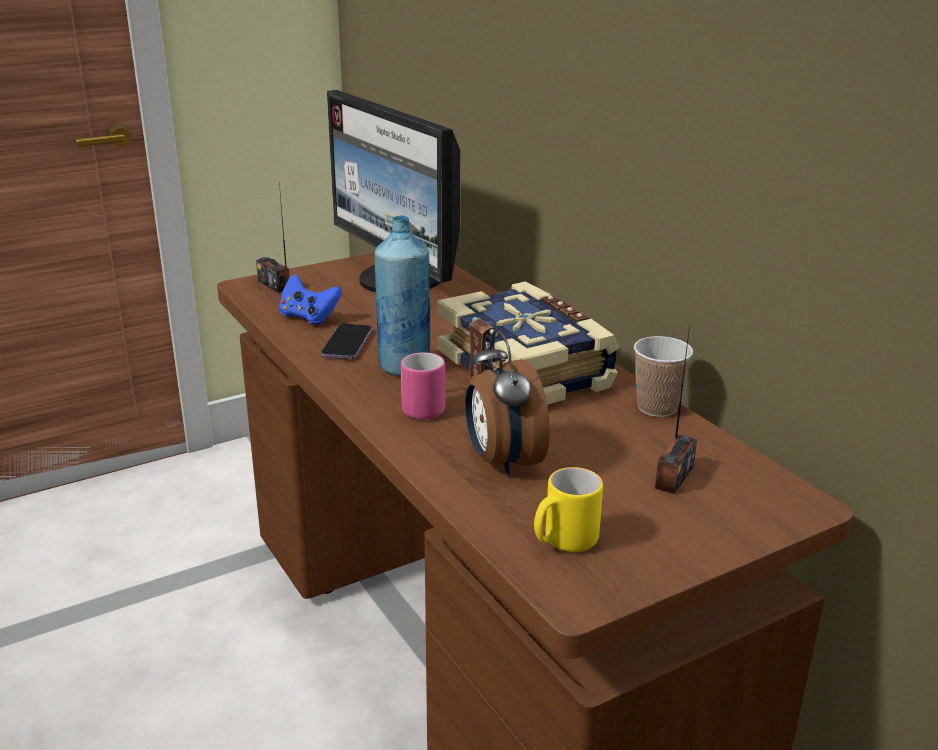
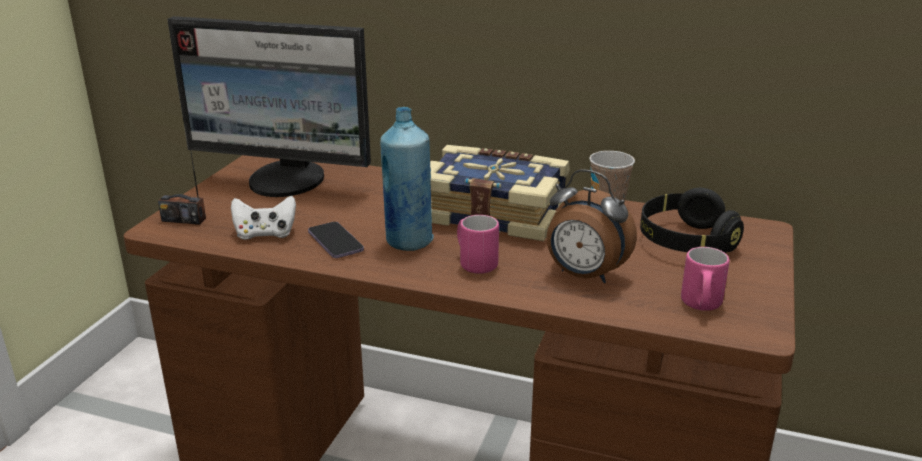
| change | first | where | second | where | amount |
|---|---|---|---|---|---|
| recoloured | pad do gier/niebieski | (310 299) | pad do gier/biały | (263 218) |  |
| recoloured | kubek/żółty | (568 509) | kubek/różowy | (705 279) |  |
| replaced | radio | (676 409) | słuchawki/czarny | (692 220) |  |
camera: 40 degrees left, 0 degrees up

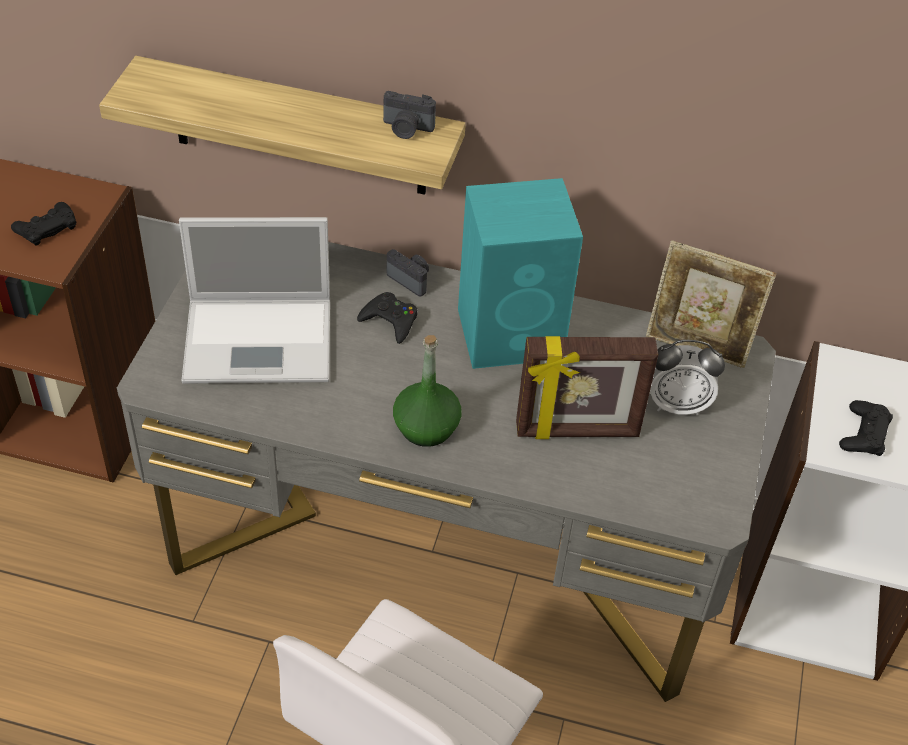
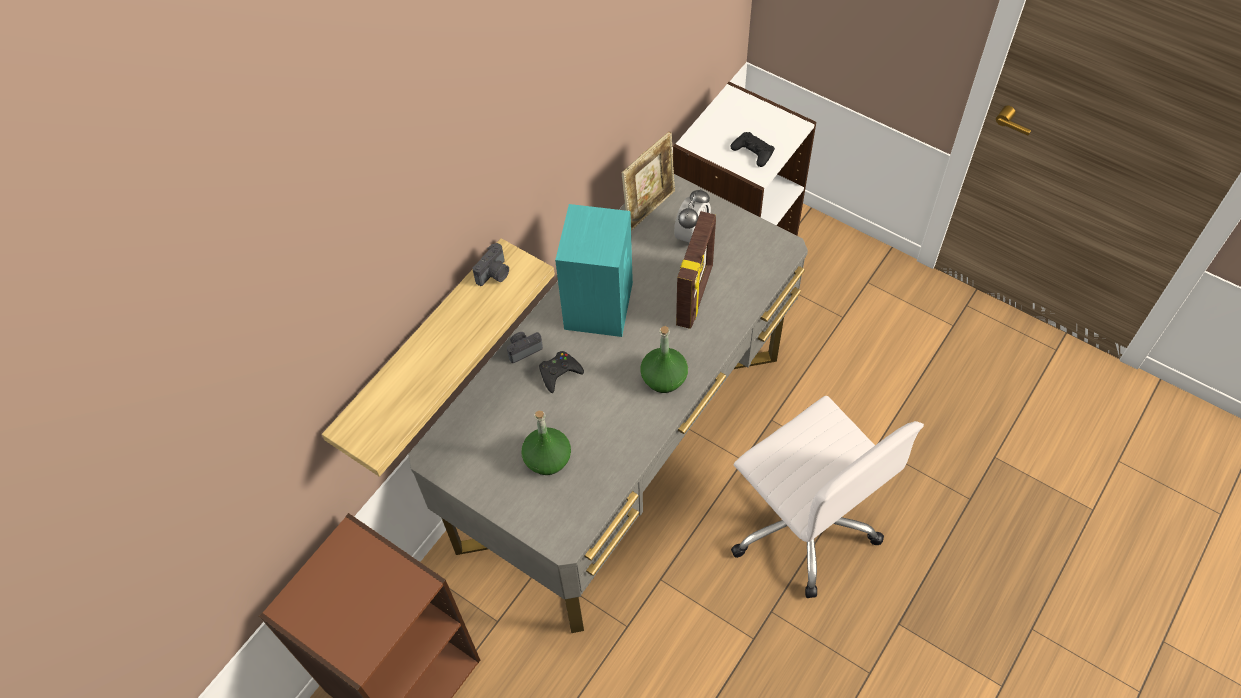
| change | first | where | second | where | amount |
|---|---|---|---|---|---|
| removed | pad do gier/czarny | (43 224) |  |  |  |
| replaced | laptop | (254 300) | butelka/zielony | (546 443) |  |
camera: 65 degrees left, 10 degrees up

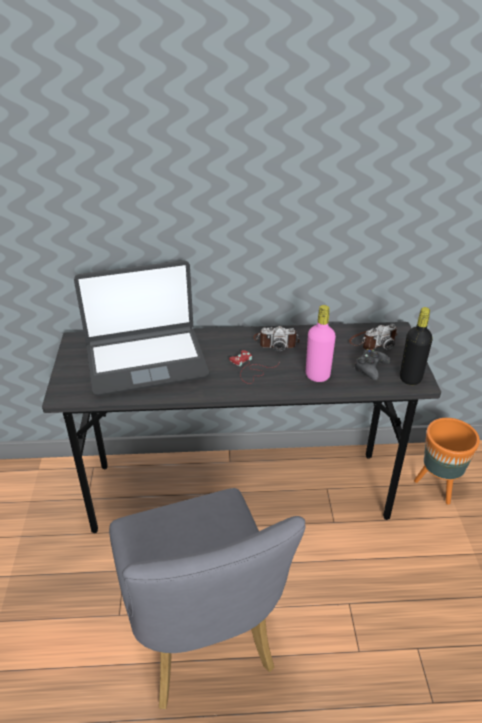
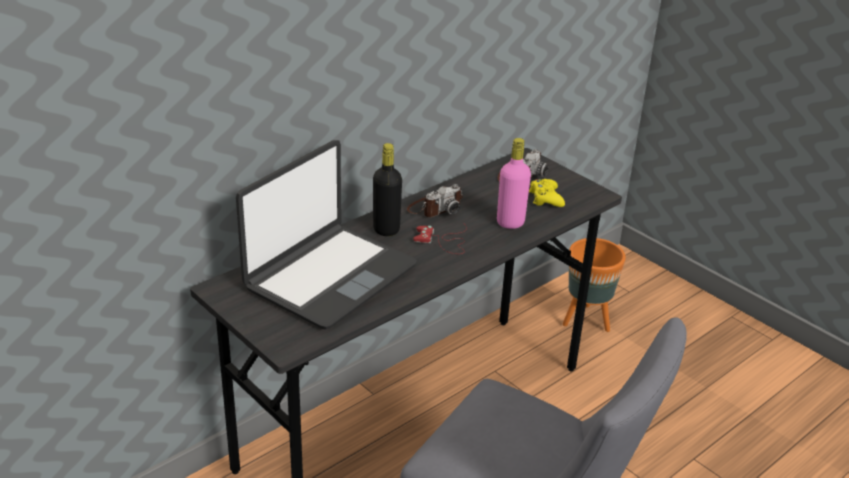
| change | first | where | second | where | amount |
|---|---|---|---|---|---|
| recoloured | pad do gier/czarny | (372 364) | pad do gier/żółty | (547 193) |  |
| moved | butelka/czarny | (416 346) |  | (387 189) |  |
camera: 40 degrees left, 5 degrees down

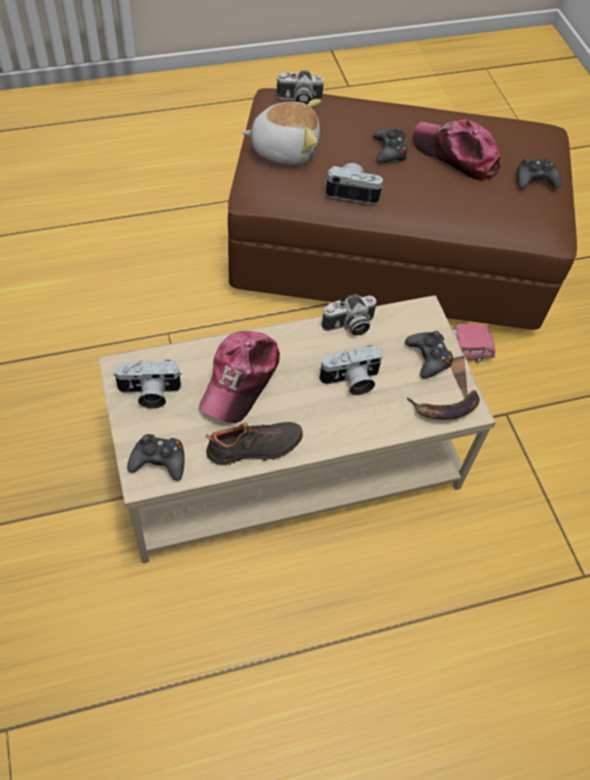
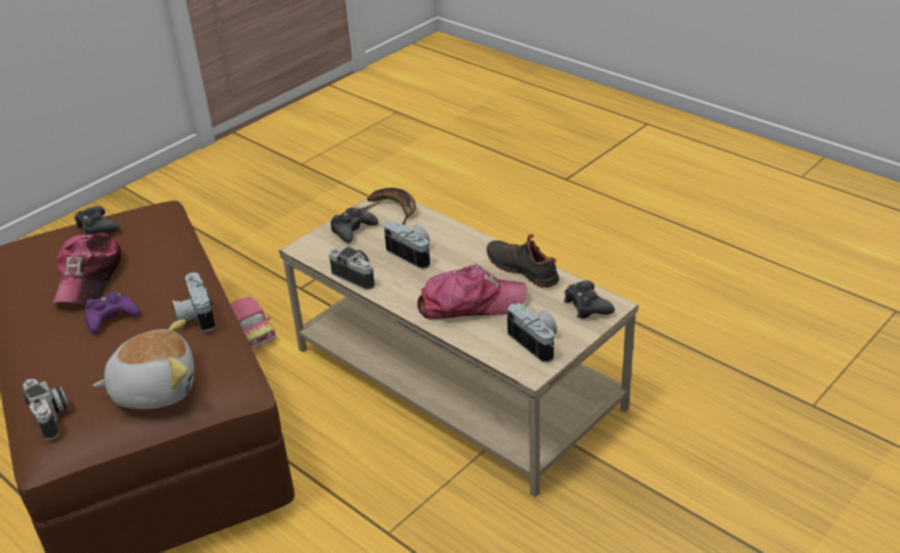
| change | first | where | second | where | amount |
|---|---|---|---|---|---|
| turned | pluszak | (281 132) |  | (143 364) | 105 degrees clockwise |
| recoloured | pad do gier/czarny | (390 145) | pad do gier/fioletowy | (112 312) |  |
camera: 115 degrees left, 20 degrees down

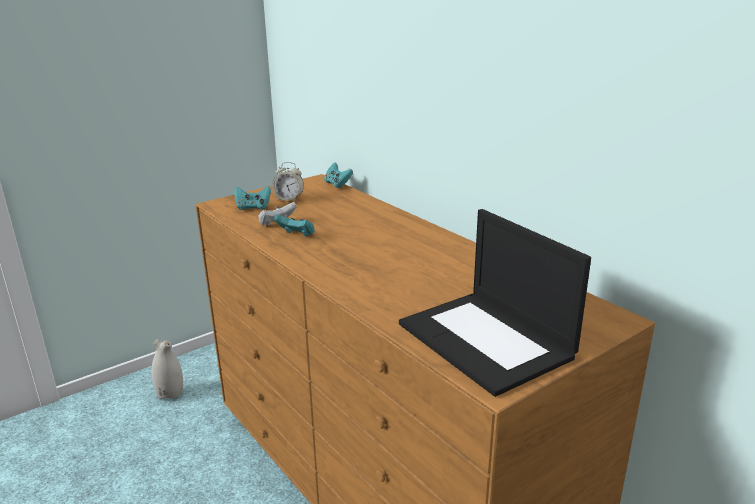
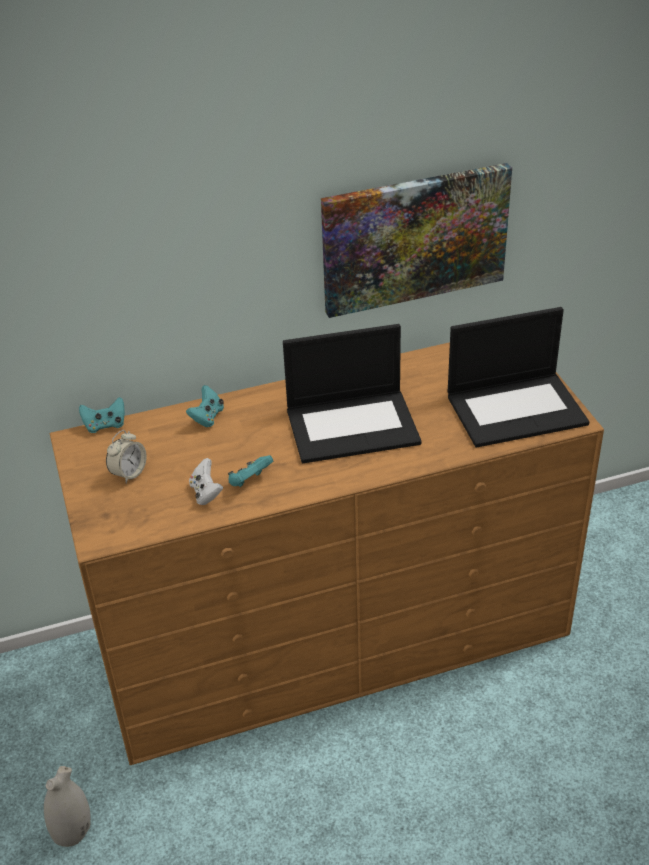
| change | first | where | second | where | amount |
|---|---|---|---|---|---|
| moved | pad do gier/turkusowy | (252 198) |  | (205 406) |  |
| added |  |  | laptop | (352 393) |  |
| added |  |  | obraz | (416 240) |  |
camera: 70 degrees left, 15 degrees up

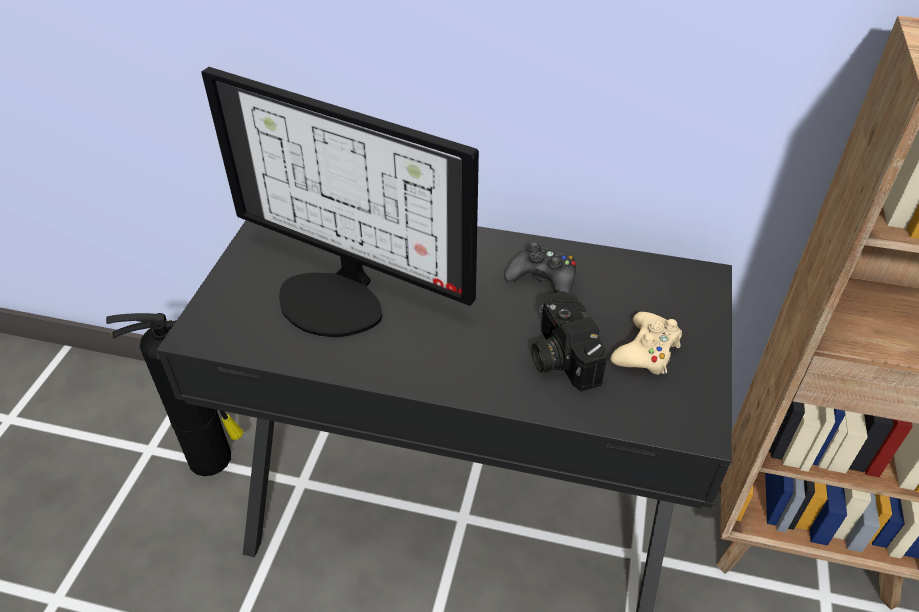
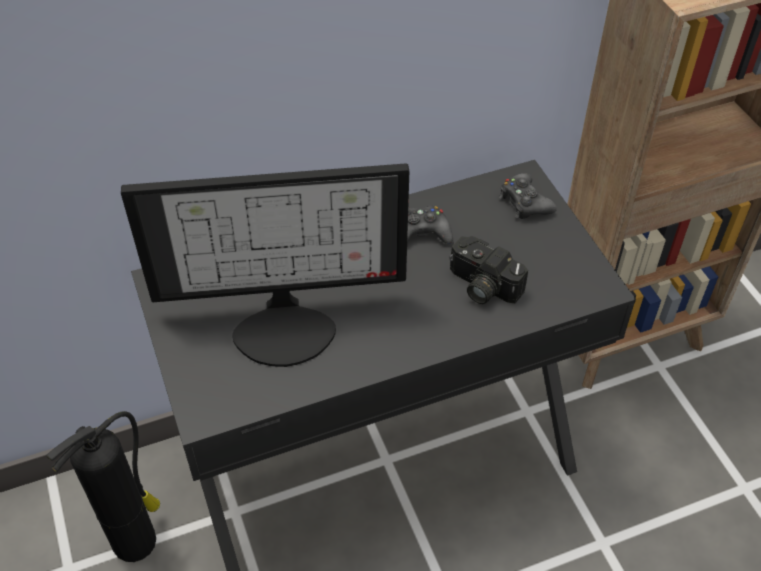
| change | first | where | second | where | amount |
|---|---|---|---|---|---|
| removed | pad do gier/beżowy | (646 343) |  |  |  |
| added |  |  | pad do gier/czarny | (528 196) |  |
camera: 35 degrees left, 5 degrees up

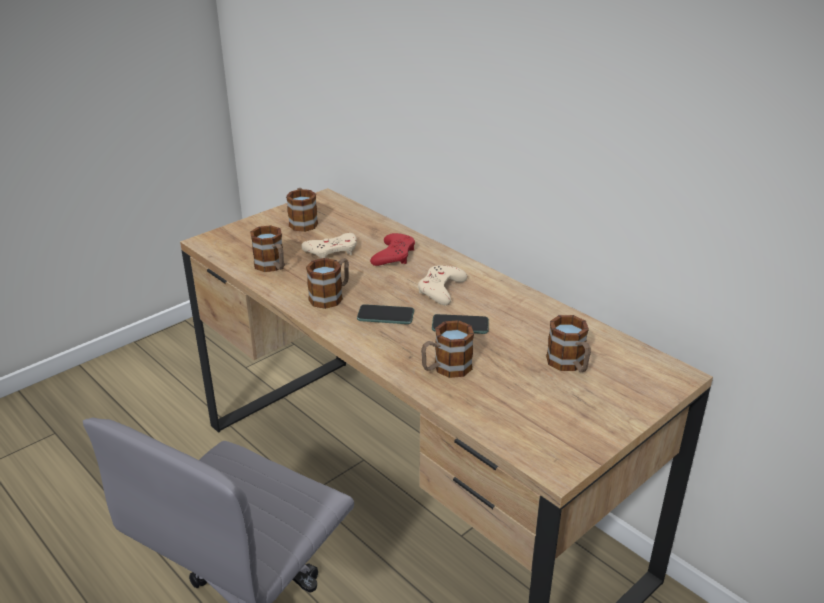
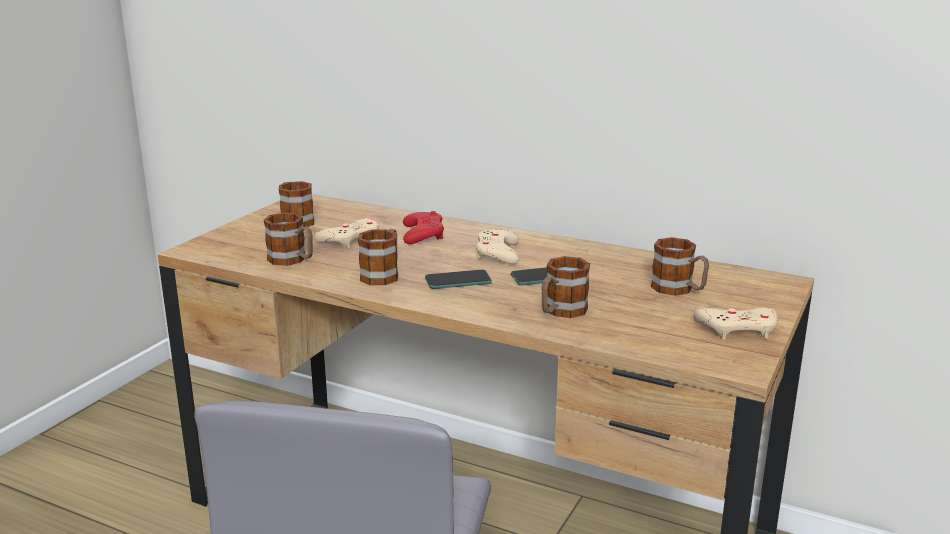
| change | first | where | second | where | amount |
|---|---|---|---|---|---|
| added |  |  | pad do gier/beżowy | (736 323) |  |
camera: 20 degrees left, 10 degrees down

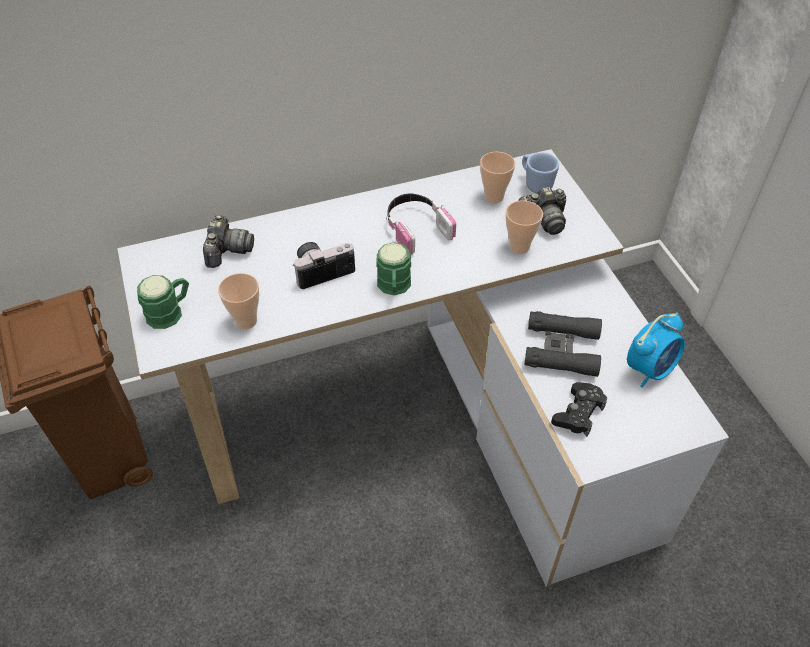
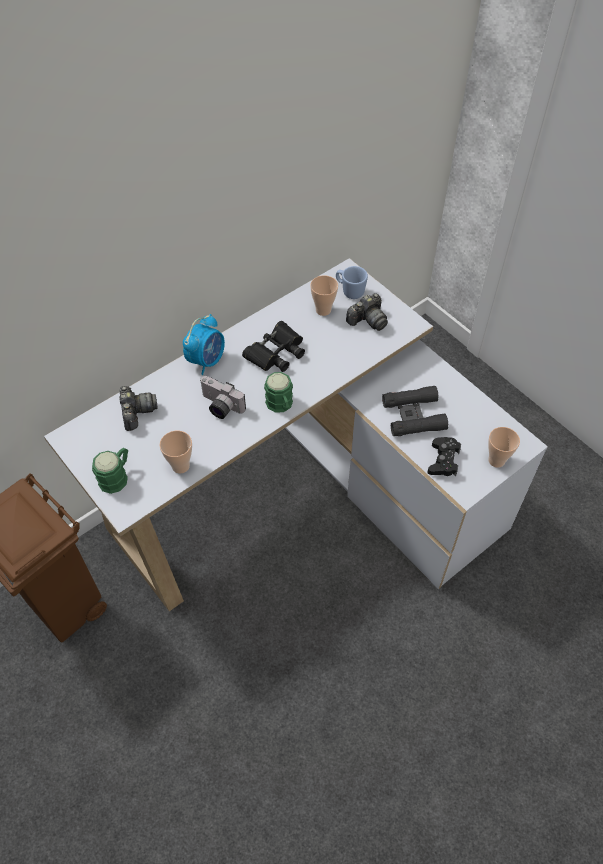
| change | first | where | second | where | amount |
|---|---|---|---|---|---|
| turned | aparat fotograficzny | (324 265) |  | (223 397) | 105 degrees counterclockwise |
| replaced | słuchawki | (421 224) | lornetka/czarny | (273 346) |  |
| moved | filiżanka | (524 227) |  | (504 447) |  |
| moved | budzik | (656 350) |  | (204 344) |  |
camera: 20 degrees left, 5 degrees up

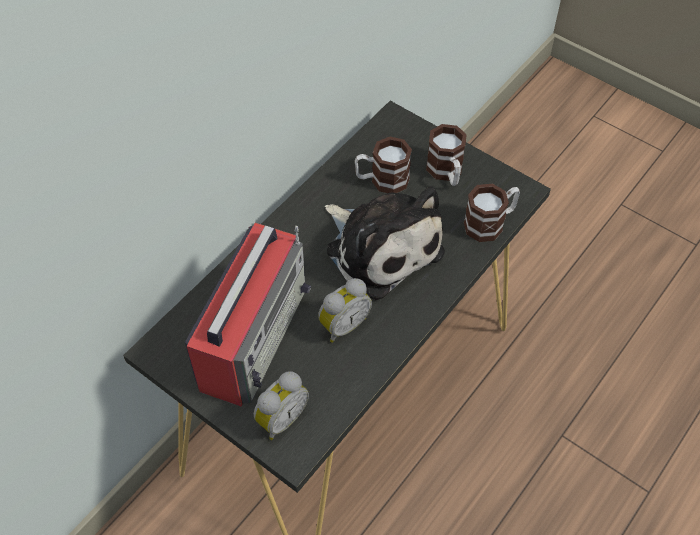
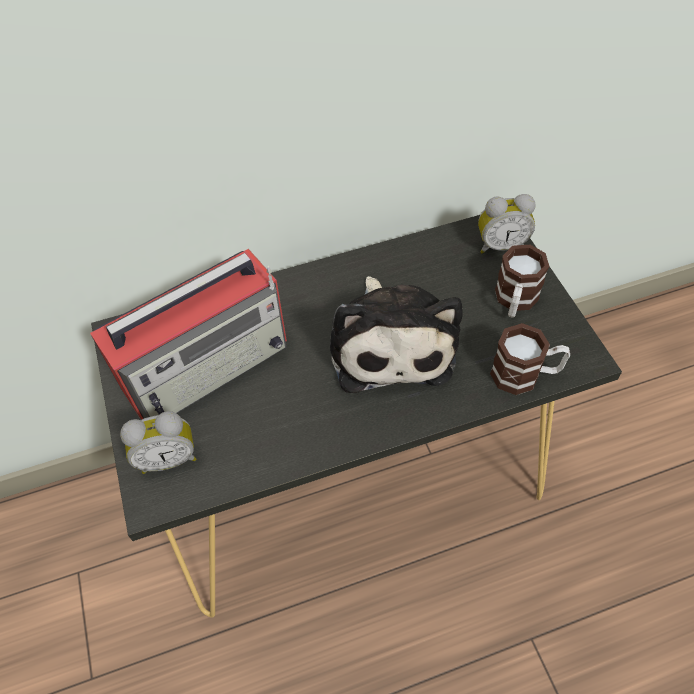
| change | first | where | second | where | amount |
|---|---|---|---|---|---|
| moved | budzik | (345 310) |  | (506 224) |  |
| removed | kubek | (383 165) |  |  |  |
camera: 35 degrees right, 0 degrees up

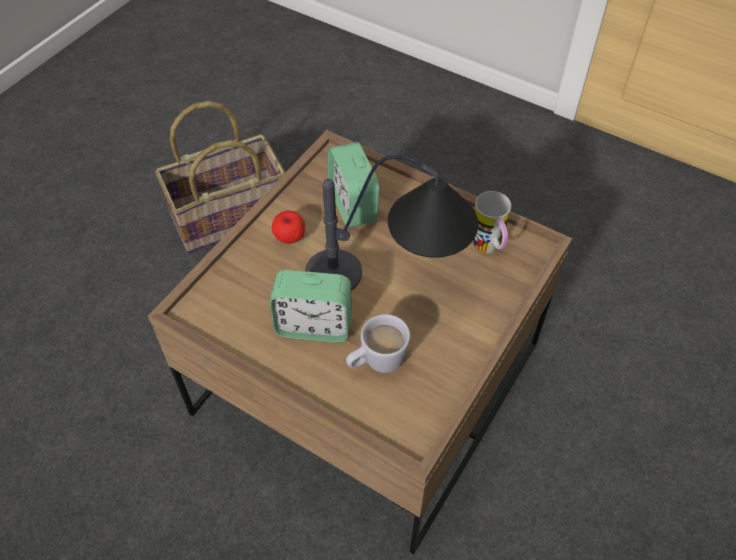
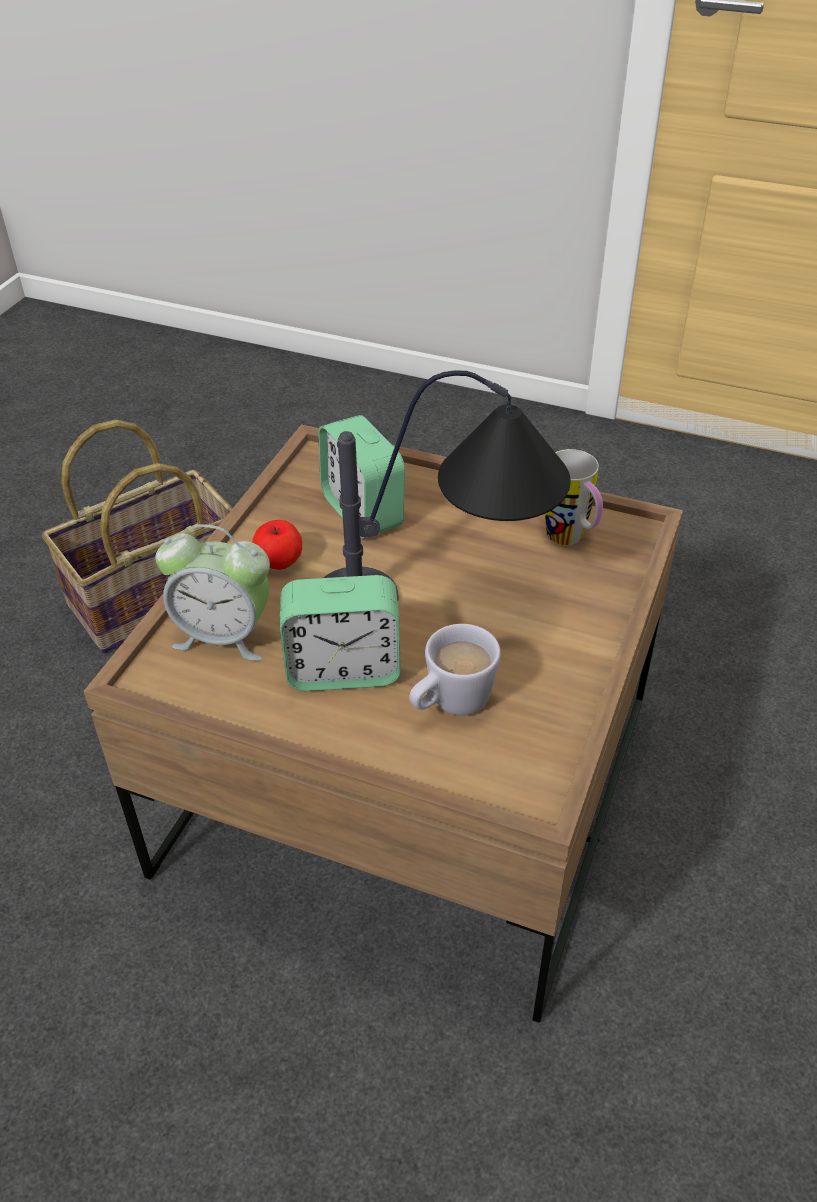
| change | first | where | second | where | amount |
|---|---|---|---|---|---|
| added |  |  | budzik | (213 592) |  |
camera: 10 degrees left, 10 degrees down

